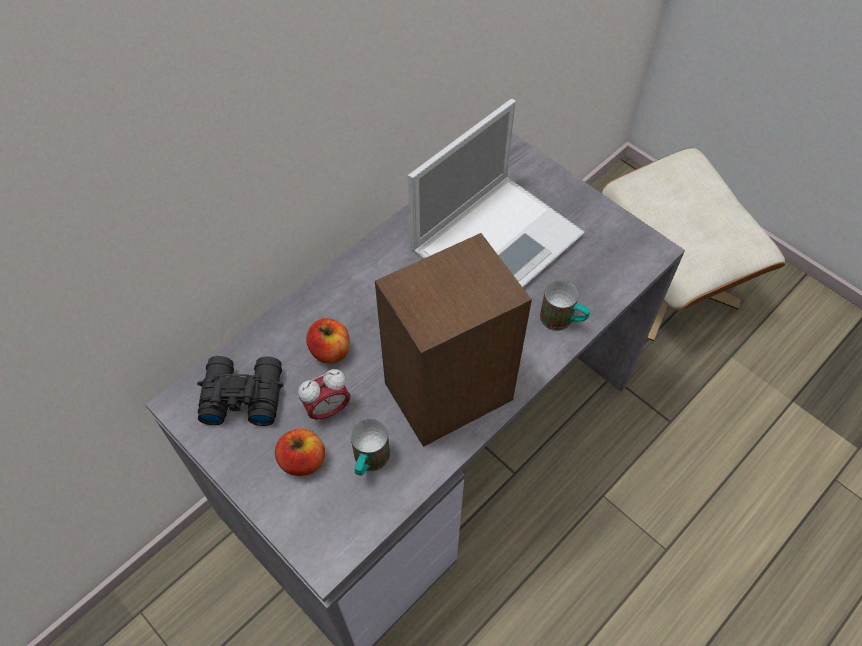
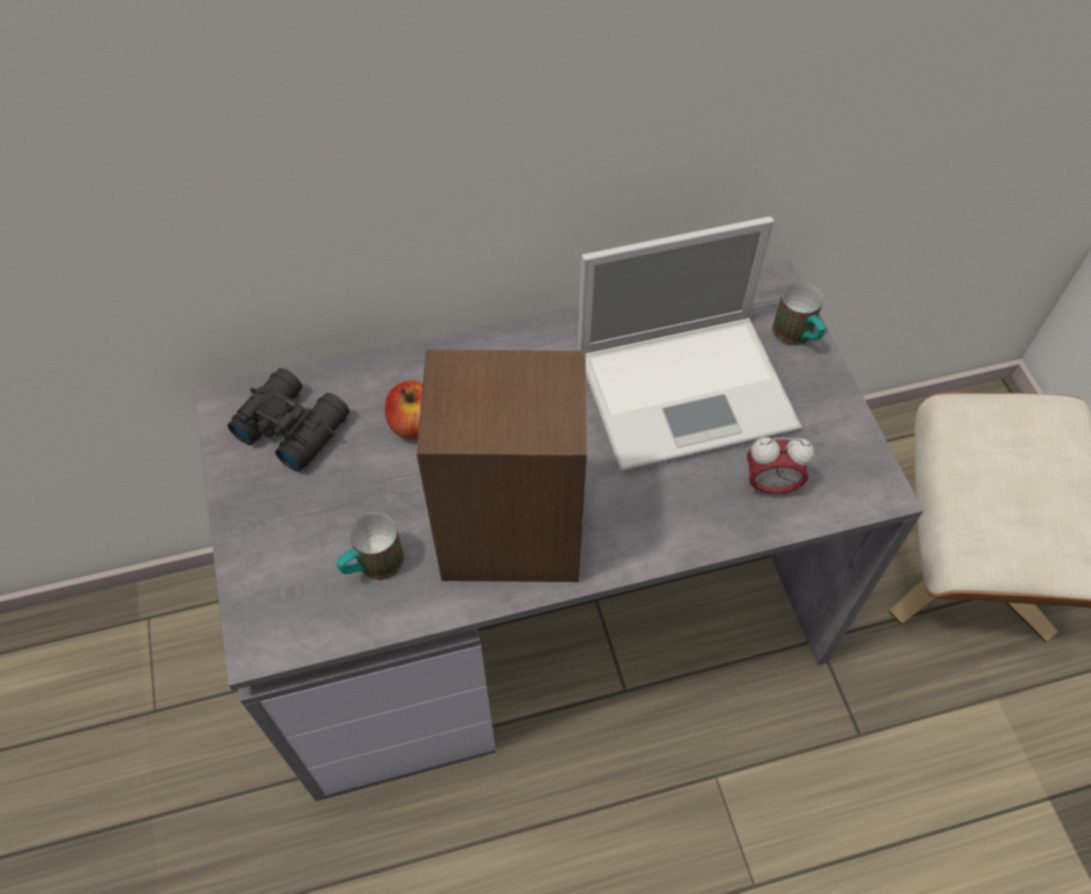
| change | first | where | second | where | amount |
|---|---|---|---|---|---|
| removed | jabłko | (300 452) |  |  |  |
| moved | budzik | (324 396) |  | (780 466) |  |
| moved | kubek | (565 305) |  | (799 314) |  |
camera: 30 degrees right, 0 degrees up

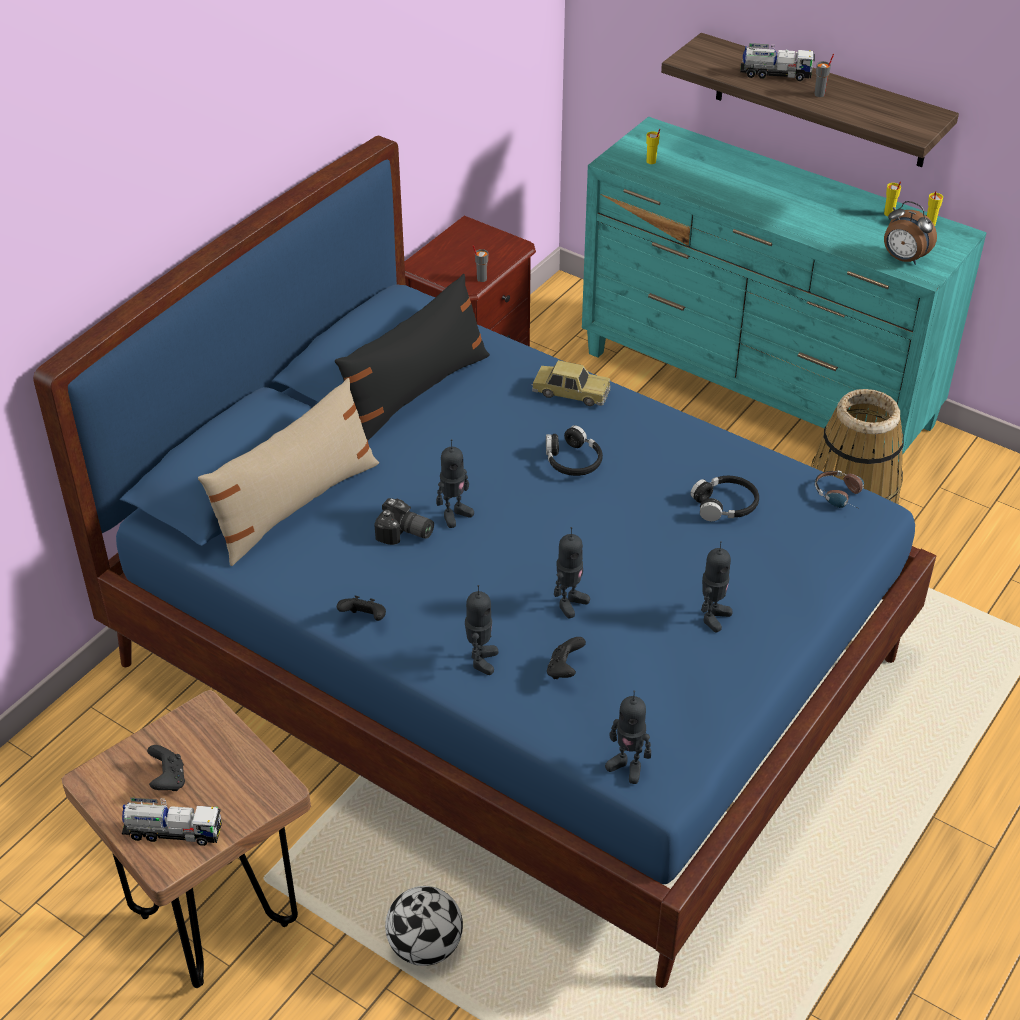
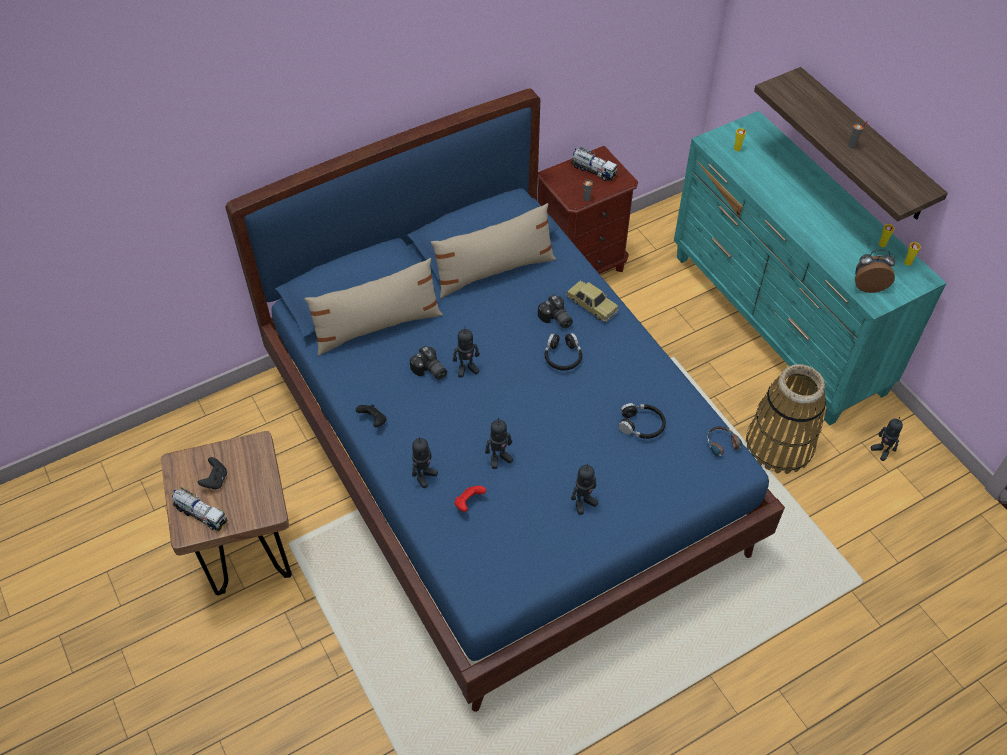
| change | first | where | second | where | amount |
|---|---|---|---|---|---|
| recoloured | poduszka/czarny | (412 357) | poduszka/beżowy | (493 250) |  |
| removed | piłka futbolowa | (424 926) |  |  |  |
| recoloured | pad do gier/czarny | (566 658) | pad do gier/czerwony | (470 499) |  |
| moved | robot zabawkowy | (628 737) |  | (886 439) |  |
| moved | ciężarówka zabawkowa | (777 62) |  | (594 164) |  |
| turned | budzik | (910 233) |  | (875 271) | 120 degrees clockwise |
| added |  |  | aparat fotograficzny | (555 312) |  |
camera: 25 degrees right, 10 degrees up

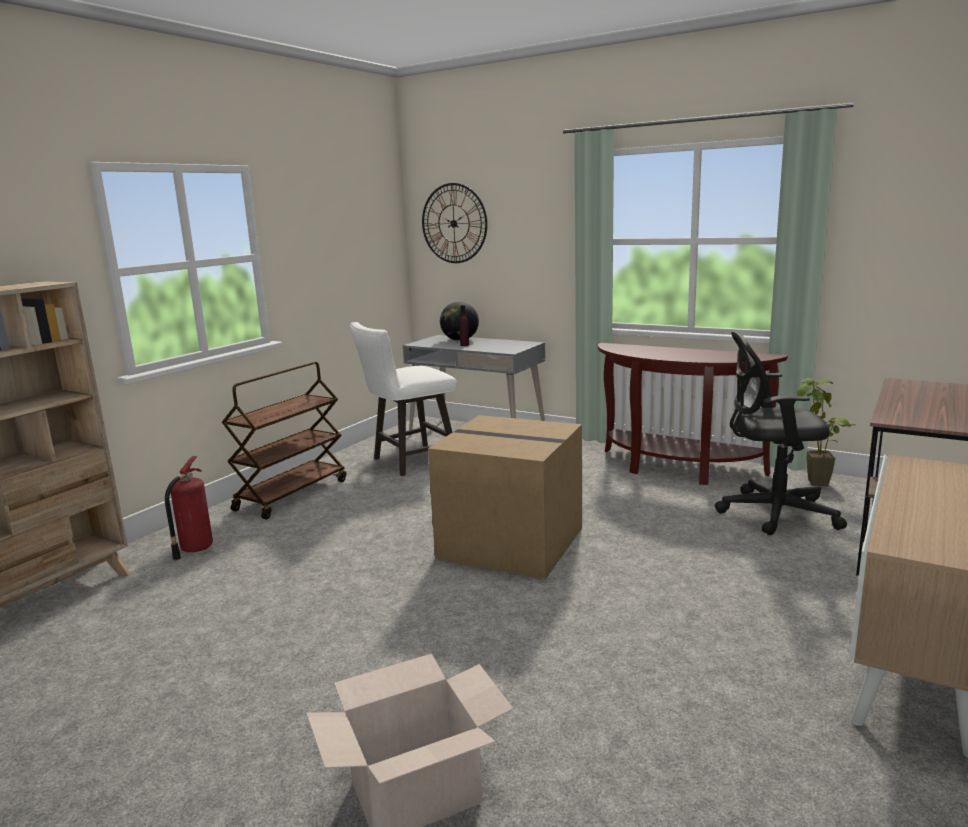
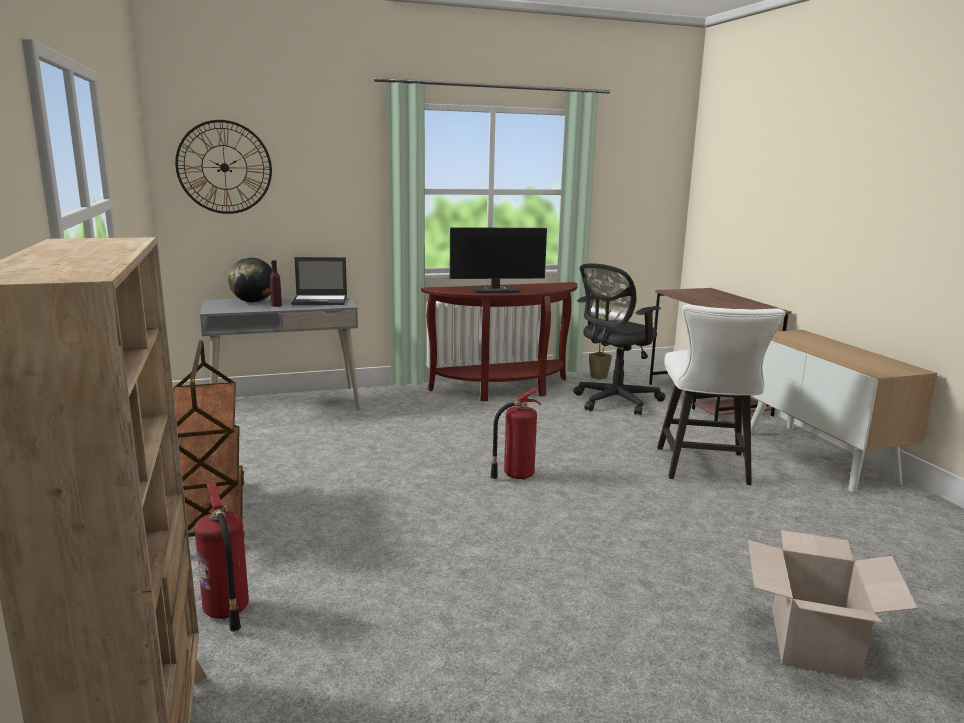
| change | first | where | second | where | amount |
|---|---|---|---|---|---|
| moved | stołek/biały | (403 399) |  | (721 394) |  |
| replaced | karton | (505 497) | gaśnica | (516 434) |  |
| added |  |  | laptop | (319 281) |  |
| added |  |  | monitor | (498 260) |  |
camera: 50 degrees left, 0 degrees up

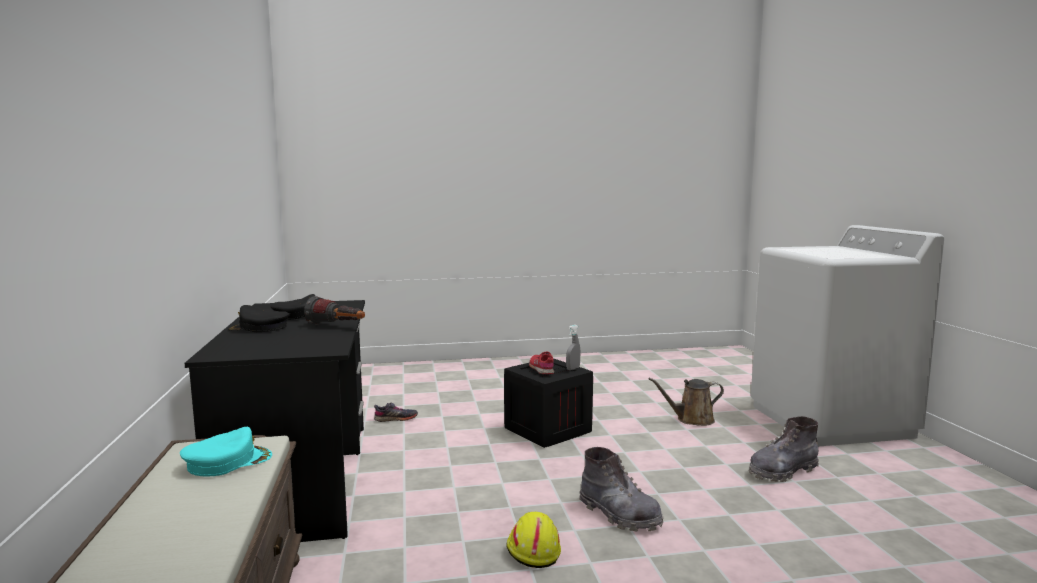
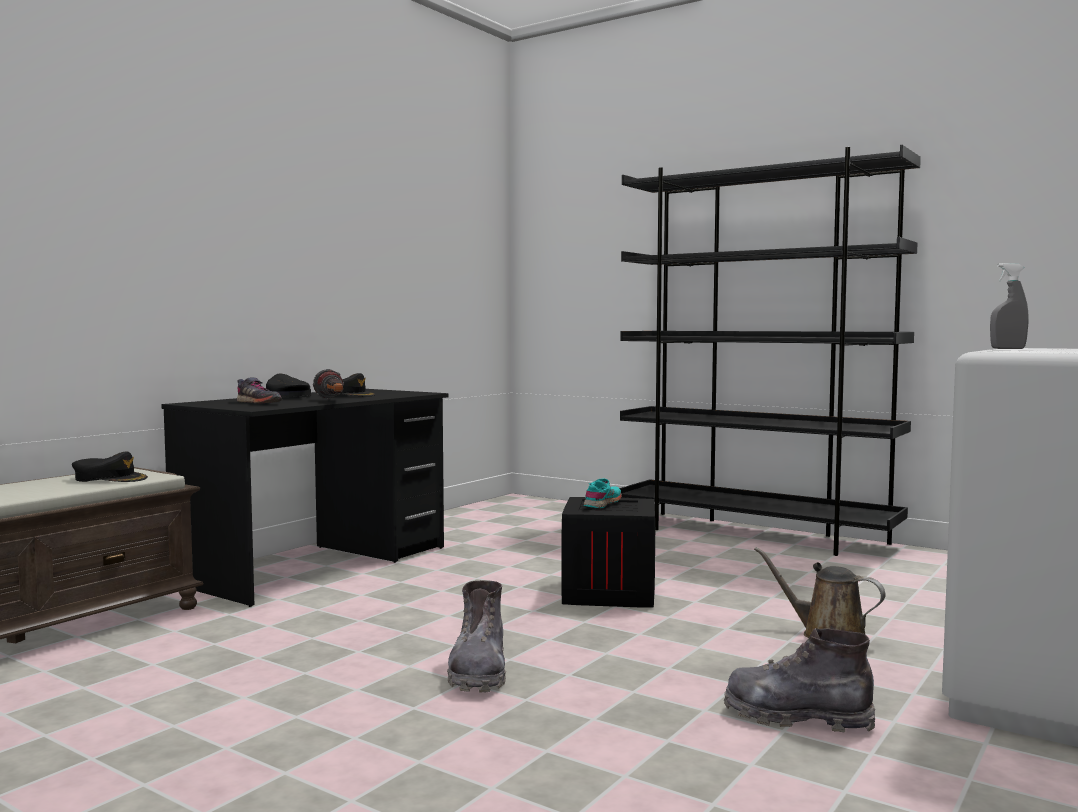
| change | first | where | second | where | amount |
|---|---|---|---|---|---|
| recoloured | czapka z daszkiem/turkusowy | (226 452) | czapka z daszkiem/czarny | (110 467) |  |
| moved | but/szary | (396 412) |  | (259 390) |  |
| removed | kask/żółty | (533 540) |  |  |  |
| recoloured | but/czerwony | (541 363) | but/turkusowy | (602 493) |  |
| moved | spryskiwacz/szary | (573 347) |  | (1009 306) |  |
| added |  |  | regał/czarny | (770 350) |  |
camera: 45 degrees right, 5 degrees down

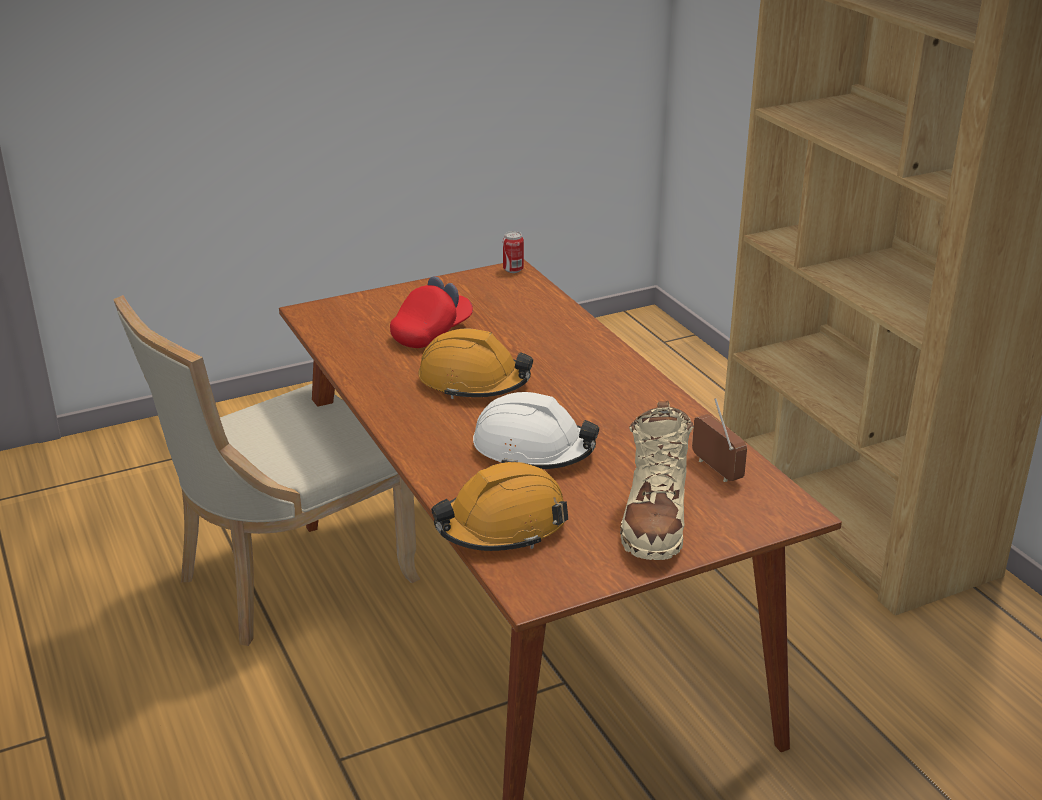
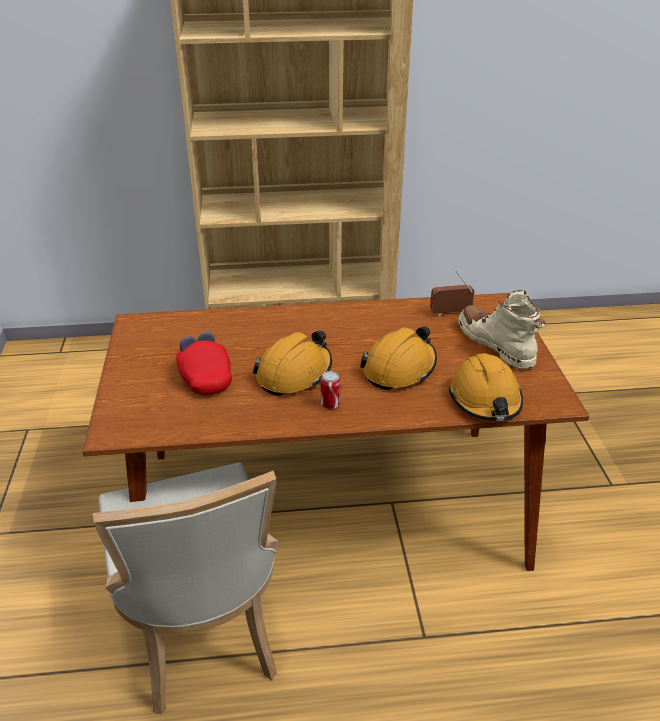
| change | first | where | second | where | amount |
|---|---|---|---|---|---|
| recoloured | kask/biały | (536 430) | kask/pomarańczowy | (398 358) |  |
| moved | puszka | (513 252) |  | (331 390) |  |
| turned | but z cholewką/beżowy | (656 480) |  | (502 329) | 150 degrees counterclockwise |
camera: 70 degrees left, 5 degrees up

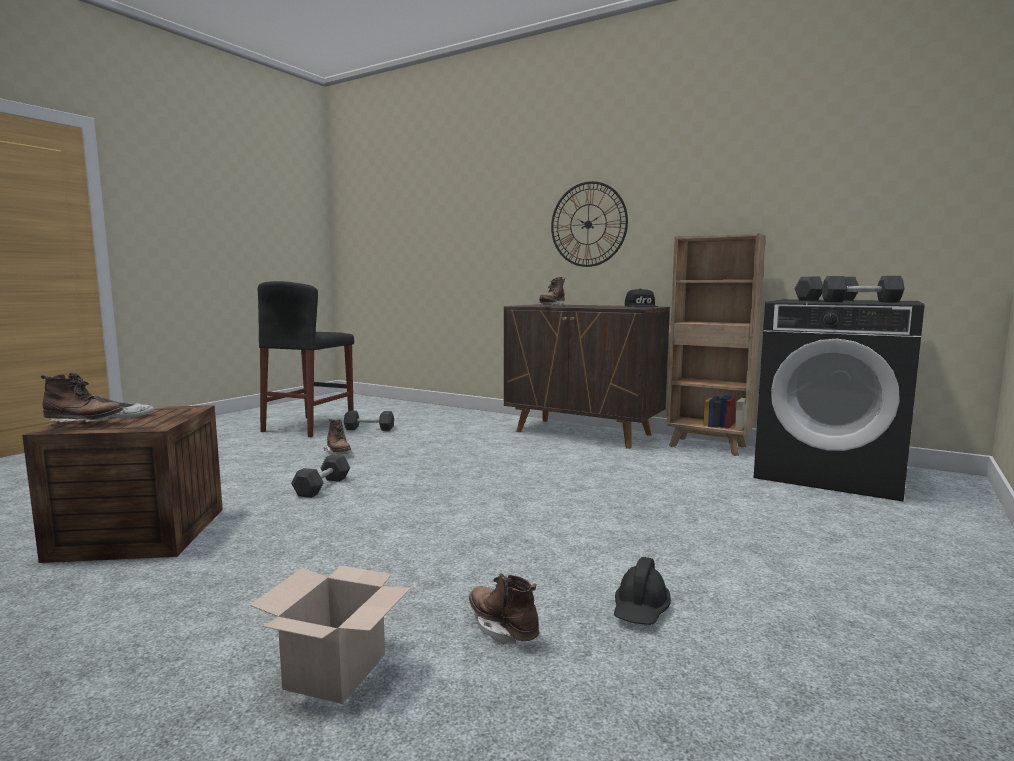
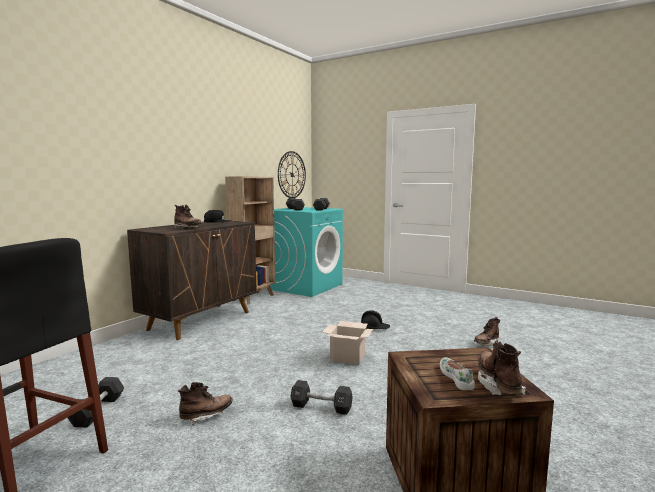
| change | first | where | second | where | amount |
|---|---|---|---|---|---|
| moved | karton | (330 635) |  | (348 343) |  |
| moved | zegar ścienny | (589 224) |  | (292 174) |  |
| moved | kask/czarny | (642 591) |  | (375 319) |  |
| recoloured | pralka/czarny | (839 400) | pralka/turkusowy | (306 252) |  |
camera: 90 degrees left, 0 degrees up

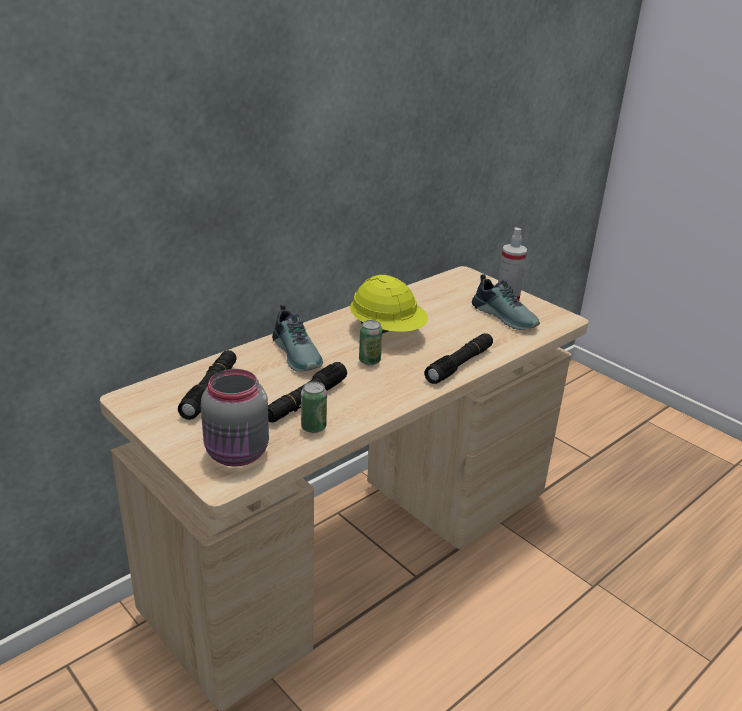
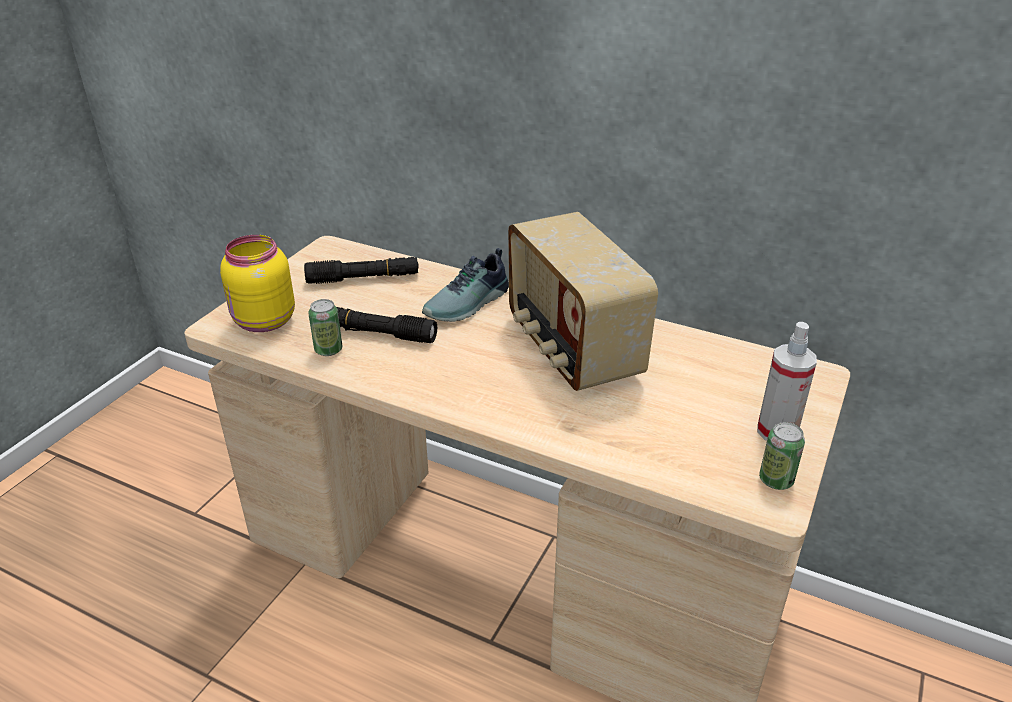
| change | first | where | second | where | amount |
|---|---|---|---|---|---|
| recoloured | słoik/szary | (235 418) | słoik/żółty | (257 283) |  |
| replaced | kask/żółty | (389 304) | radio | (583 301) |  |
| moved | puszka | (370 342) |  | (782 456) |  |
| removed | latarka/czarny | (458 358) |  |  |  |
| removed | but | (506 302) |  |  |  |
camera: 70 degrees right, 5 degrees up

